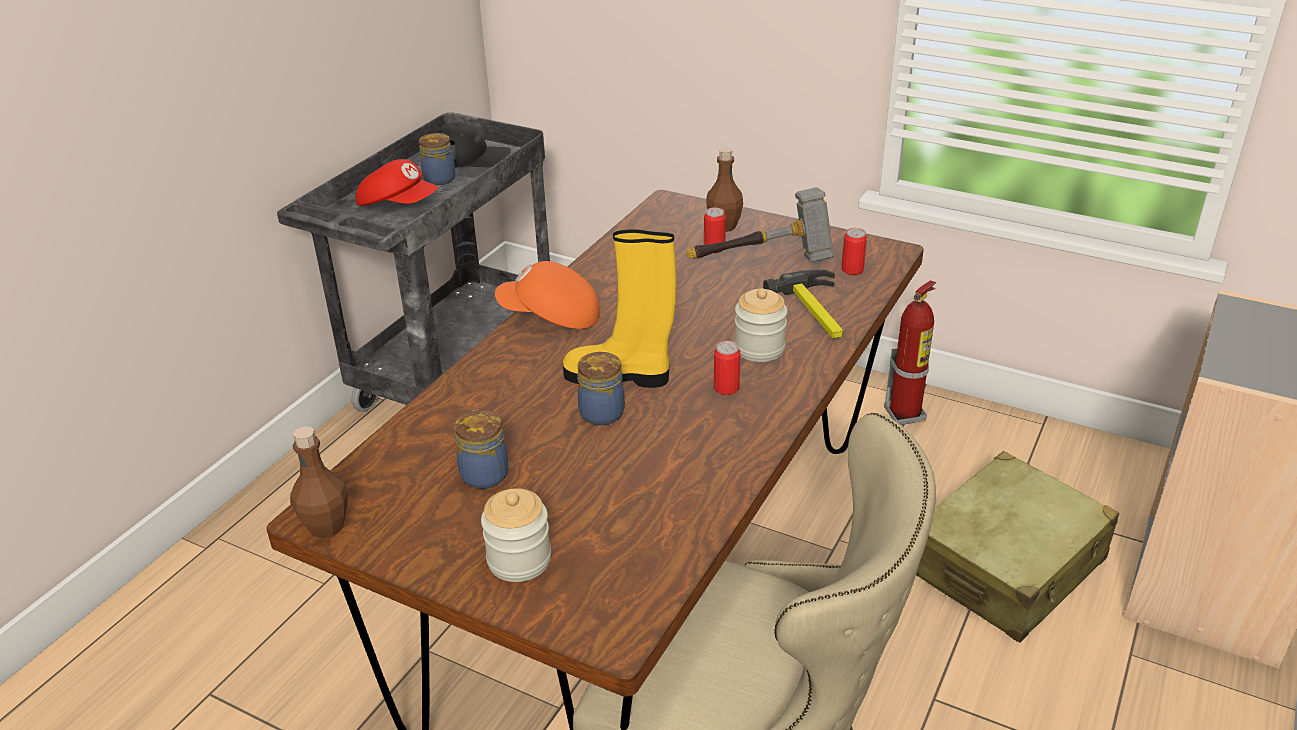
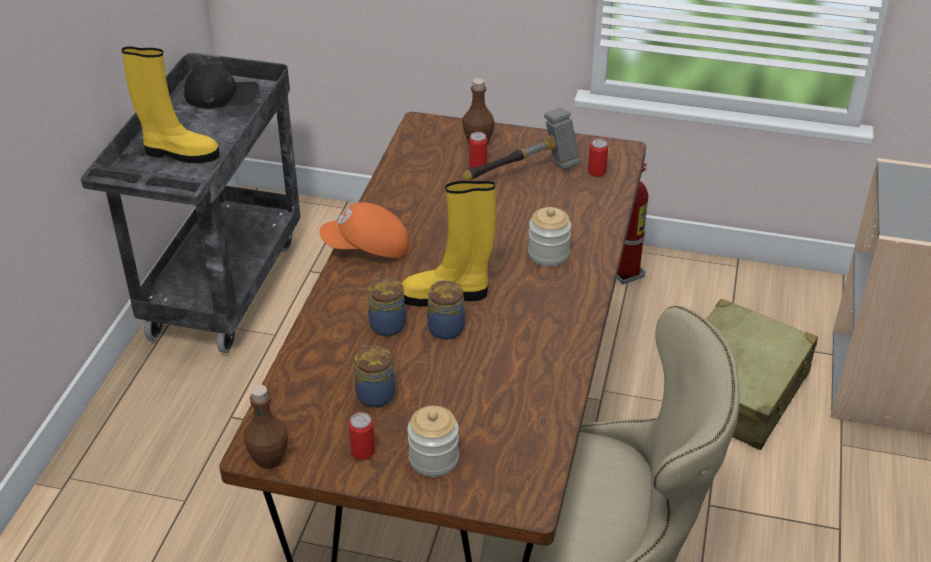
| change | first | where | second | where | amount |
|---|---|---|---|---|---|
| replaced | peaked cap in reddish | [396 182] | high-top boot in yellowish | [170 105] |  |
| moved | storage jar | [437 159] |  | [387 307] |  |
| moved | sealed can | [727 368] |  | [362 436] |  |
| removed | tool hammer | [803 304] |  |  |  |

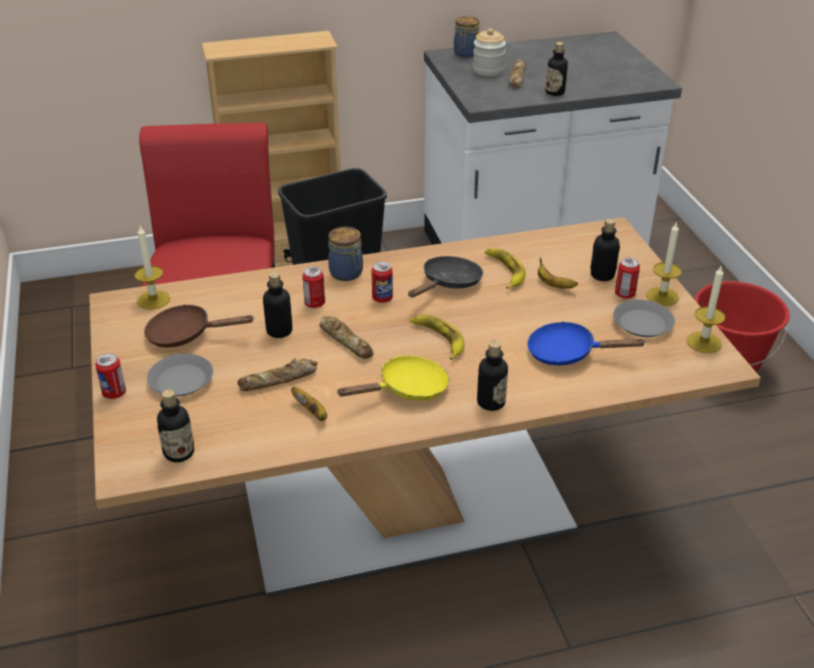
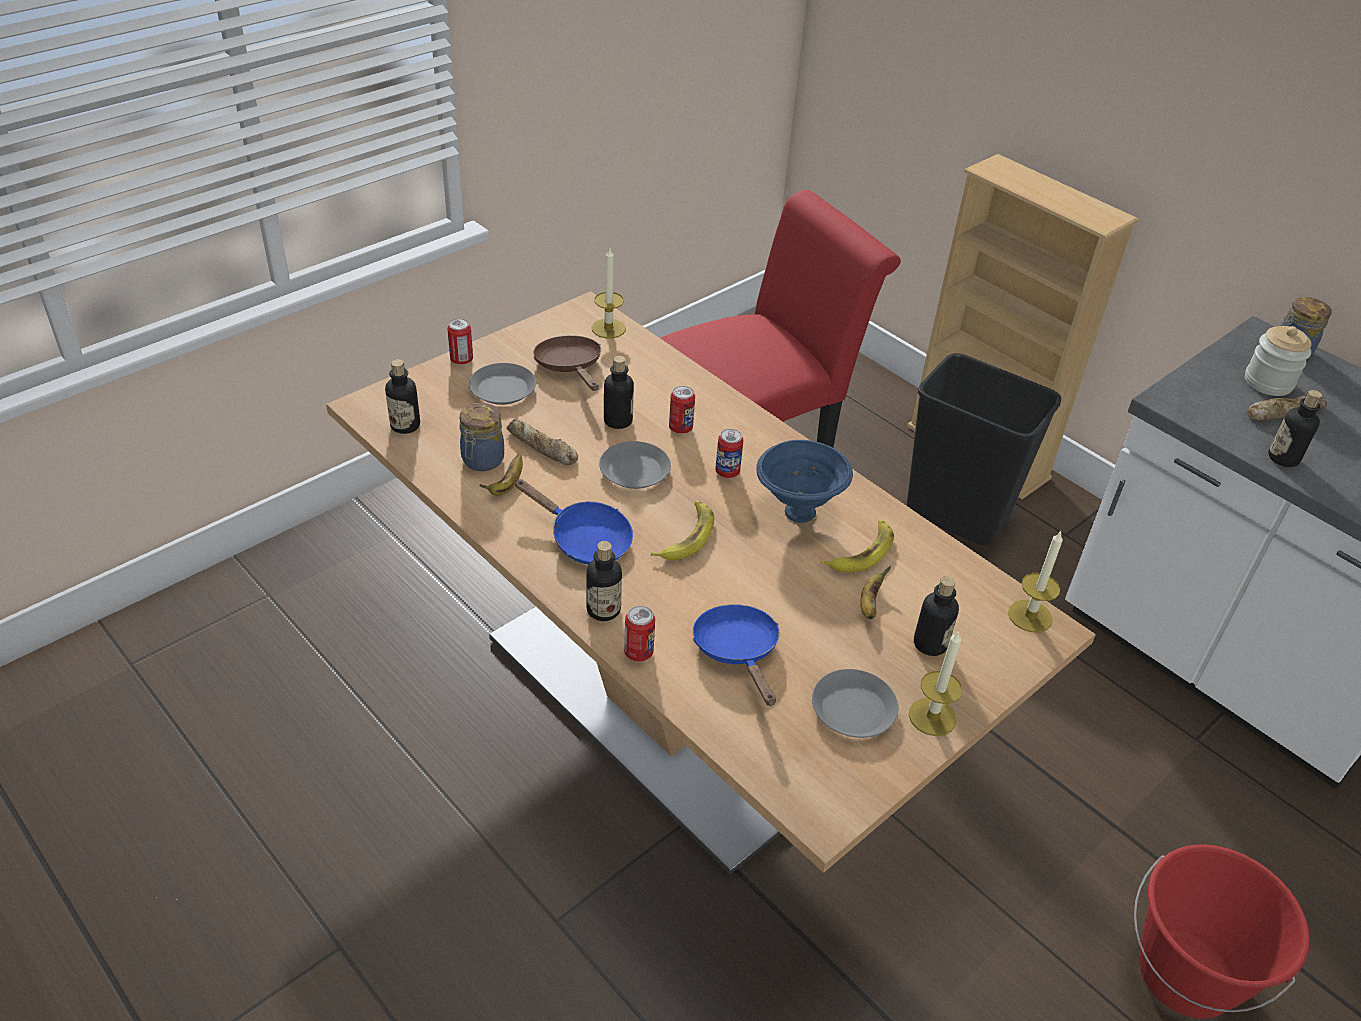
| change | first | where | second | where | amount |
|---|---|---|---|---|---|
| replaced | baked bread | [346 337] | dinner plate in gray | [635 465] |  |
| moved | storage jar | [345 254] |  | [481 437] |  |
| recoloured | pan in yellowish | [393 378] | pan in blue-coloured | [573 522] |  |
| replaced | pan in black-coloured | [445 277] | deep dish in blue-coloured | [804 481] |  |
| moved | sealed can | [627 278] |  | [639 633] |  |
| moved | wax light | [706 309] |  | [1035 581] |  |

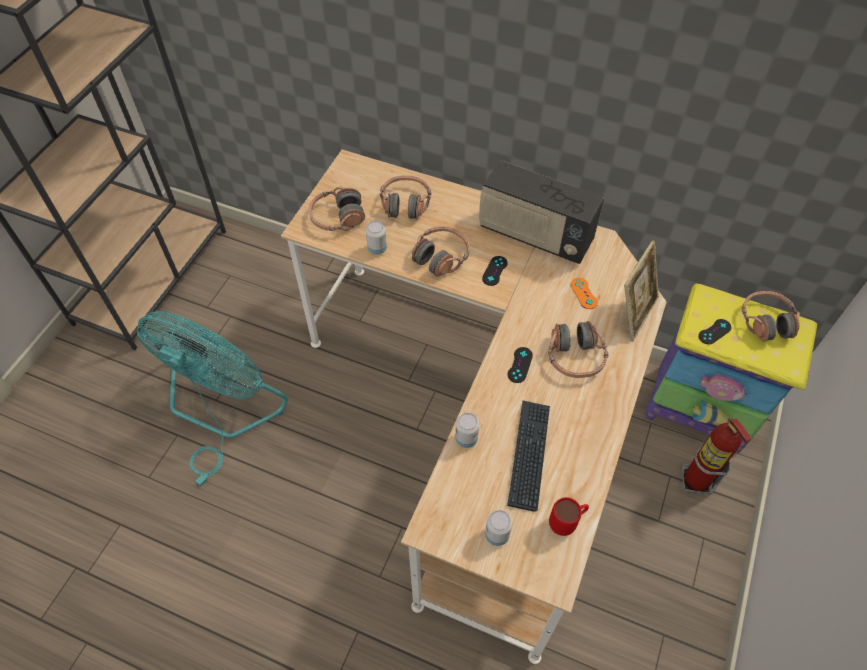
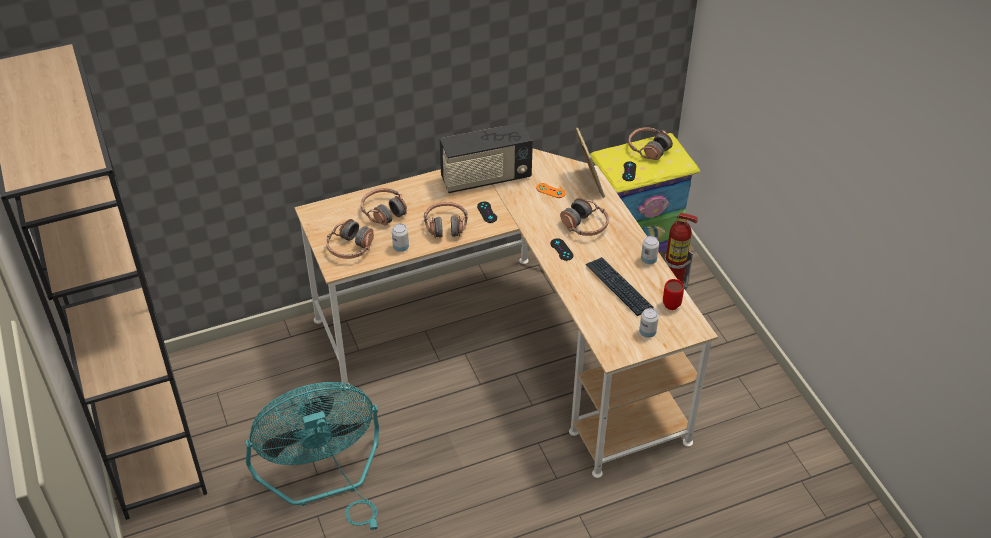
| change | first | where | second | where | amount |
|---|---|---|---|---|---|
| moved | sealed can | [467 430] |  | [650 250] |  |

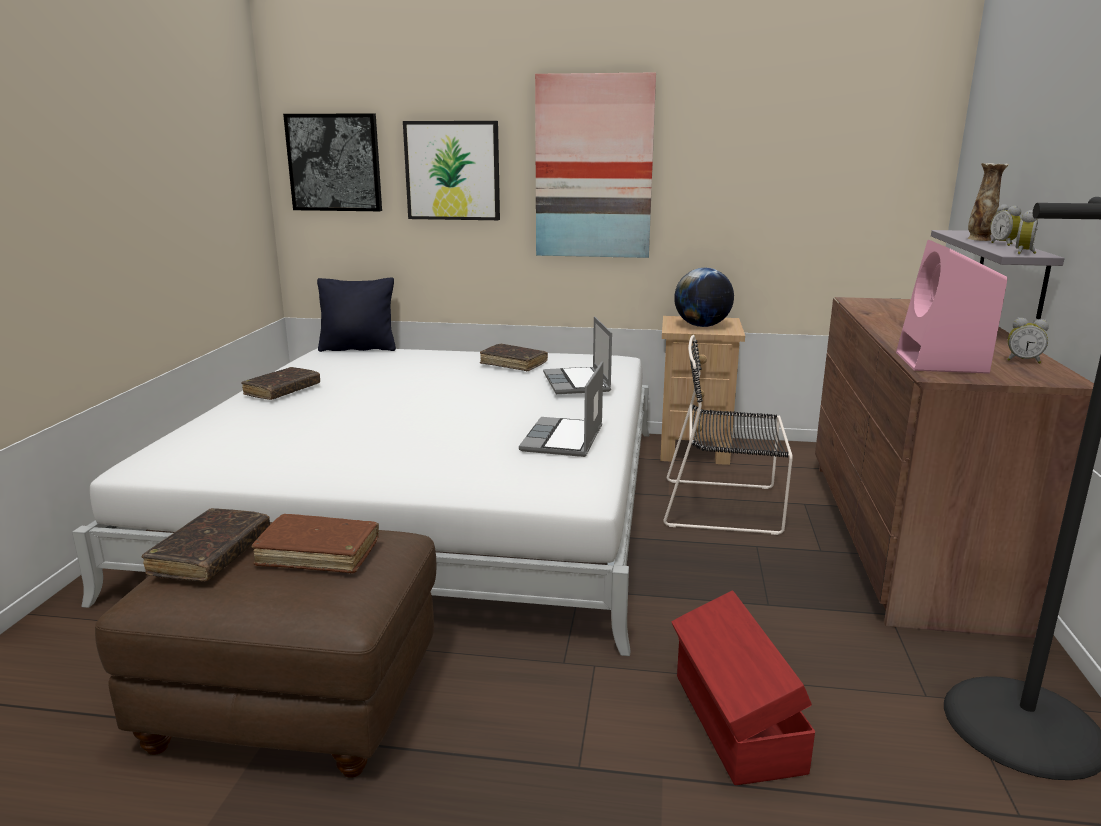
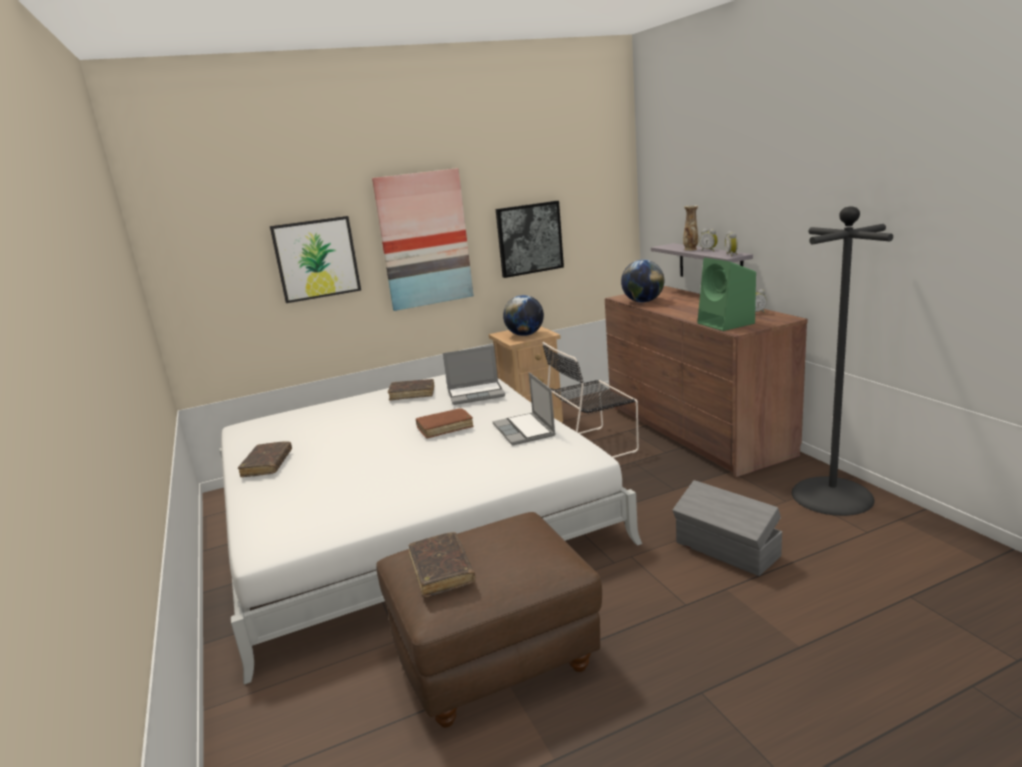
| change | first | where | second | where | amount |
|---|---|---|---|---|---|
| moved | bound book in brownish | [315 543] |  | [444 423] |  |
| moved | wall art | [332 162] |  | [530 239] |  |
| removed | pillow in black-coloured | [356 315] |  |  |  |
| turned | laptop | [577 355] |  | [474 375] | 60 degrees counterclockwise |
| recoloured | storage box in reddish | [743 687] | storage box in gray | [727 528] |  |
| recoloured | speaker in pink | [951 307] | speaker in greenish | [726 294] |  |
| added |  |  | world globe | [642 281] |  |

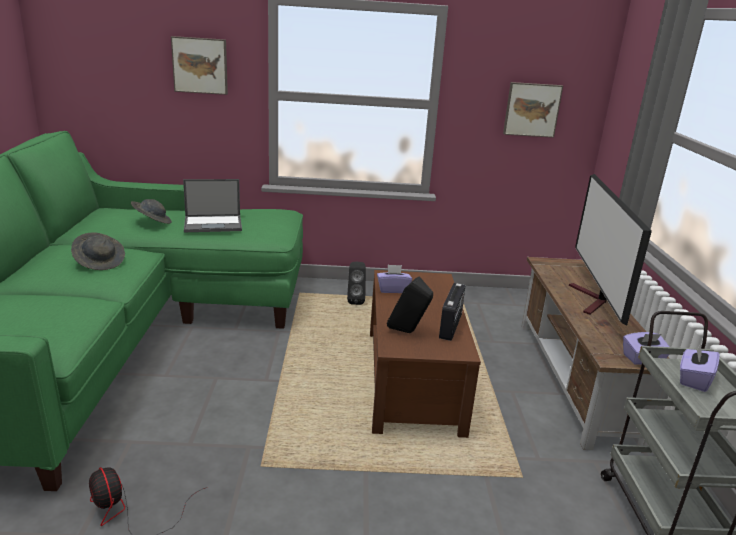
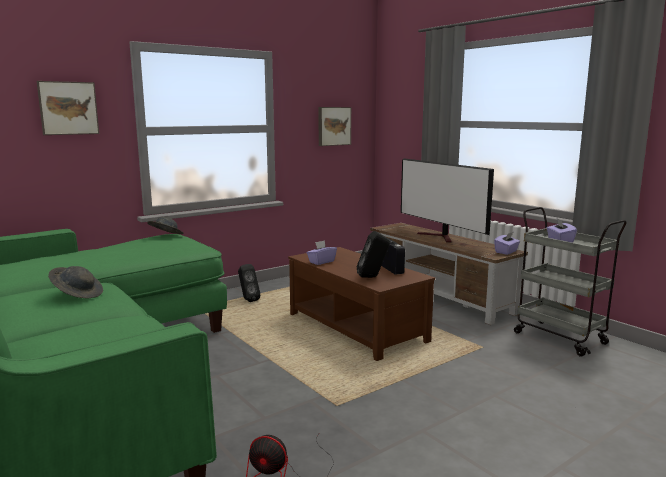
| change | first | where | second | where | amount |
|---|---|---|---|---|---|
| moved | wearable hat in gray | [151 211] |  | [165 225] |  |
| removed | laptop | [212 205] |  |  |  |

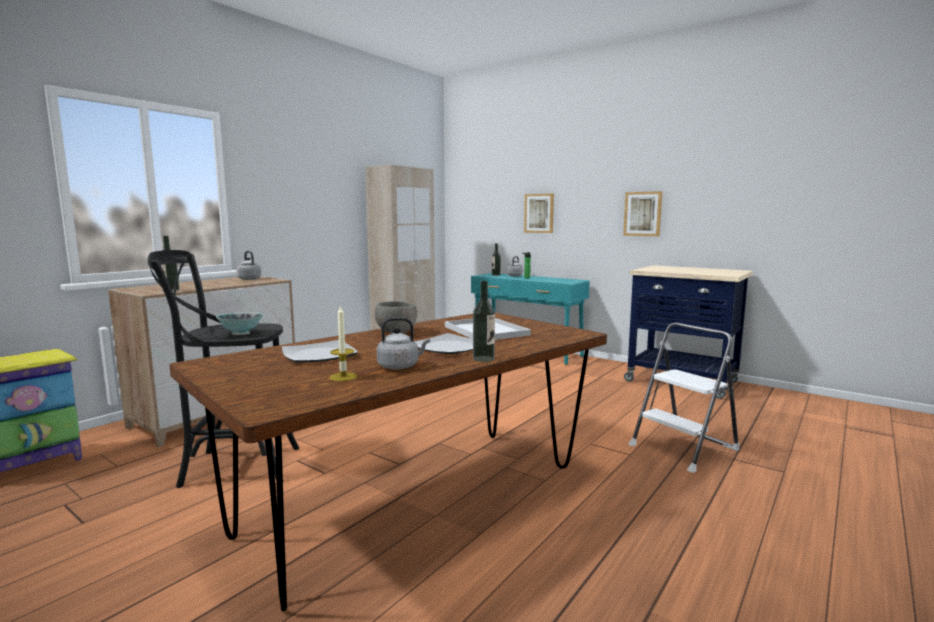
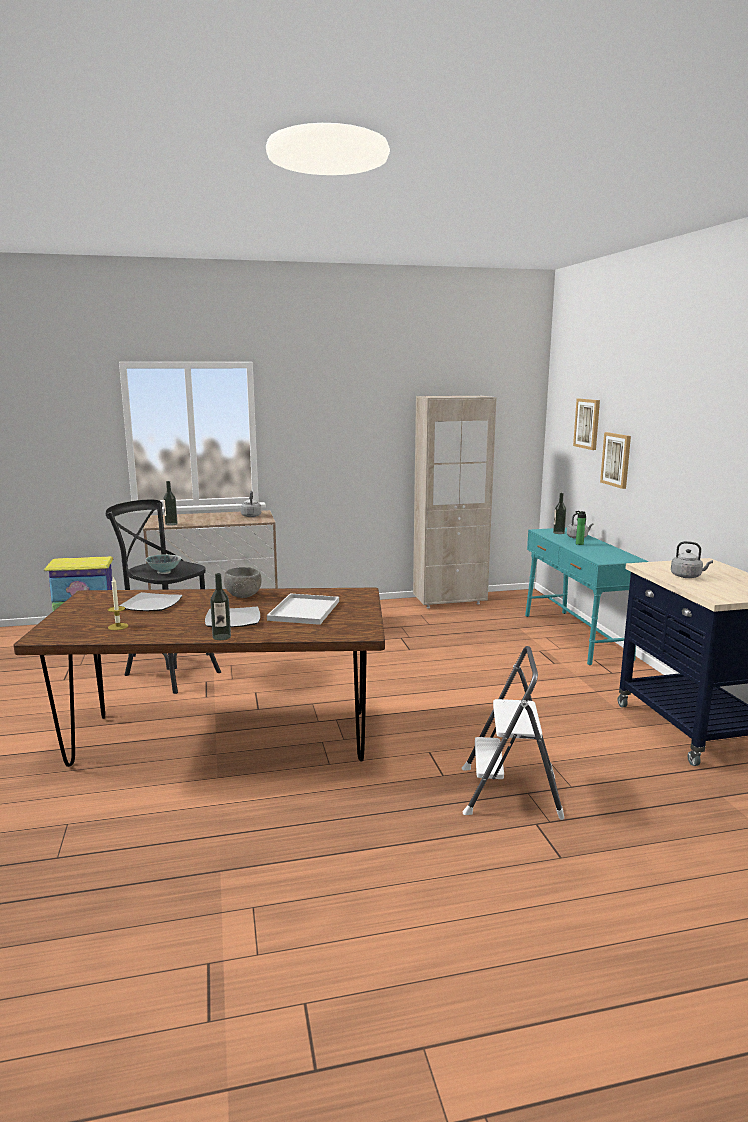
| change | first | where | second | where | amount |
|---|---|---|---|---|---|
| moved | kettle in gray | [403 343] |  | [692 559] |  |
| moved | wall art | [642 213] |  | [586 424] |  |

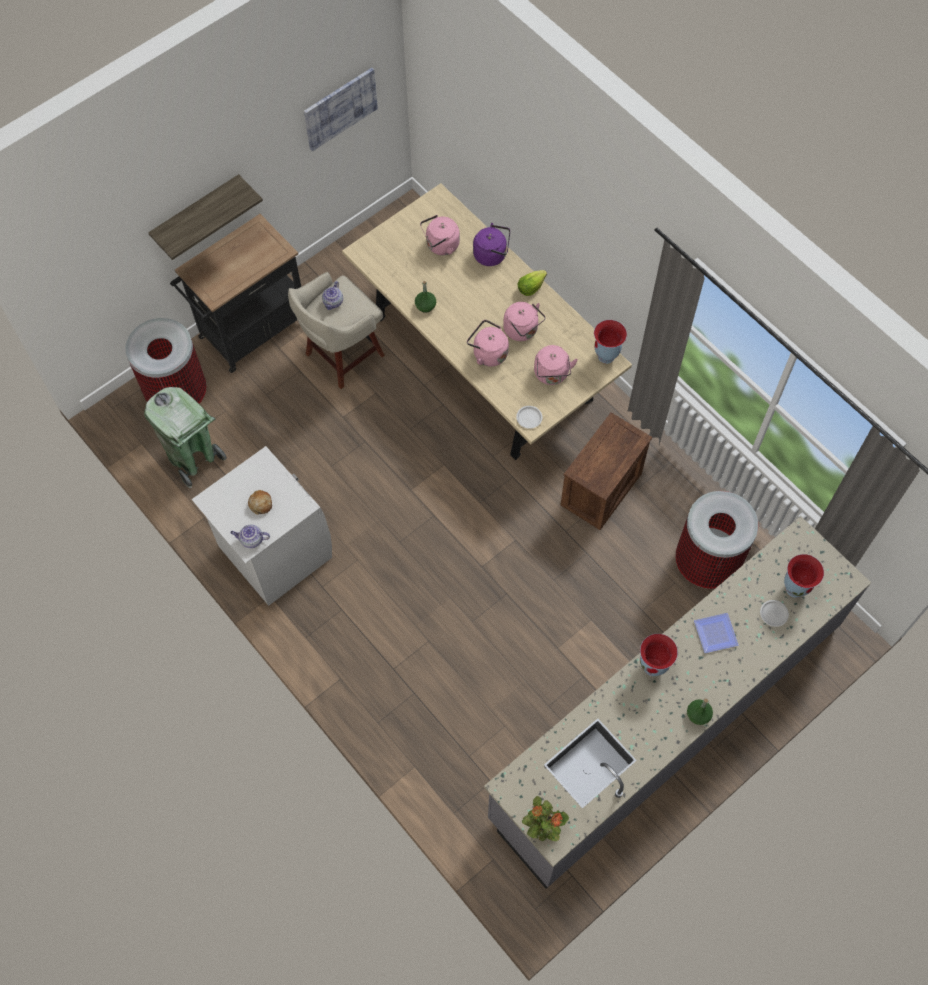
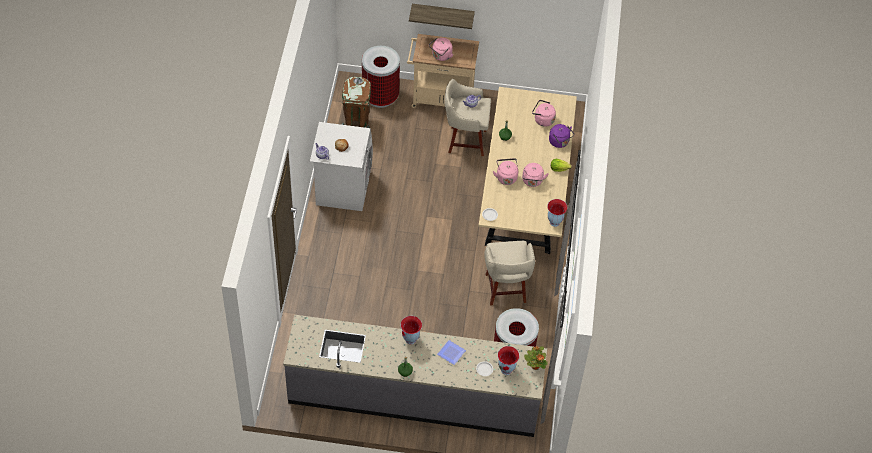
| change | first | where | second | where | amount |
|---|---|---|---|---|---|
| recoloured | rubbish bin in greenish | [185 437] | rubbish bin in brownish | [356 102] |  |
| recoloured | cart in black-coloured | [235 293] | cart in sand-coloured | [443 71] |  |
| removed | wall art | [341 109] |  |  |  |
| moved | houseplant | [545 818] |  | [536 358] |  |
| moved | kettle in pink | [556 365] |  | [441 49] |  |
| replaced | shipping crate | [606 471] | sitting stool in sand-coloured | [509 273] |  |

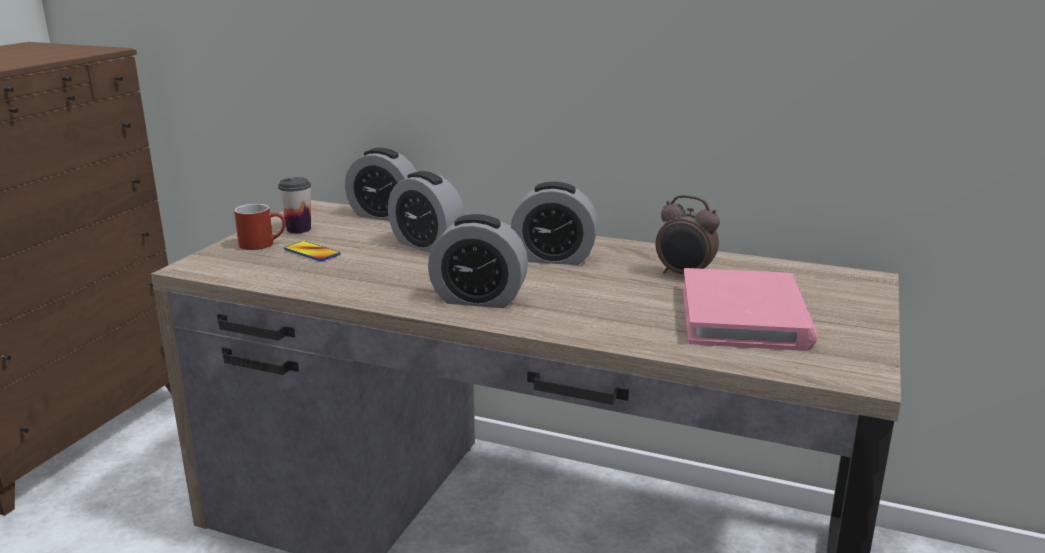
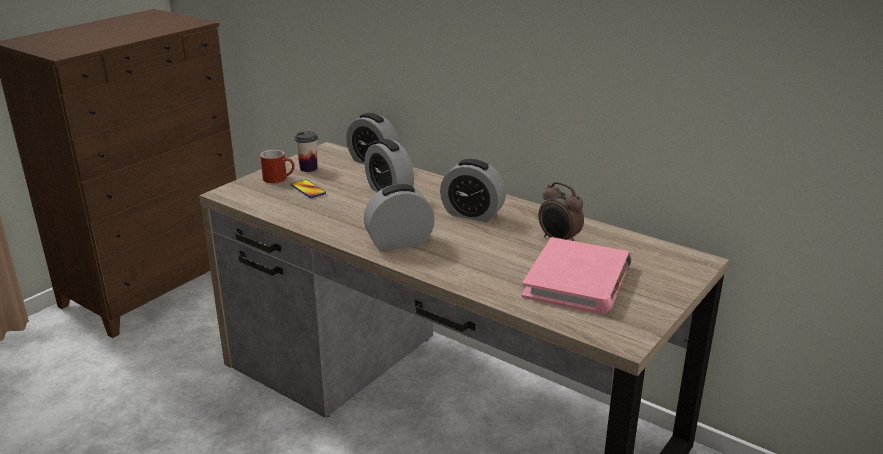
| change | first | where | second | where | amount |
|---|---|---|---|---|---|
| turned | bedside clock | [478 261] |  | [399 217] | 135 degrees clockwise |

